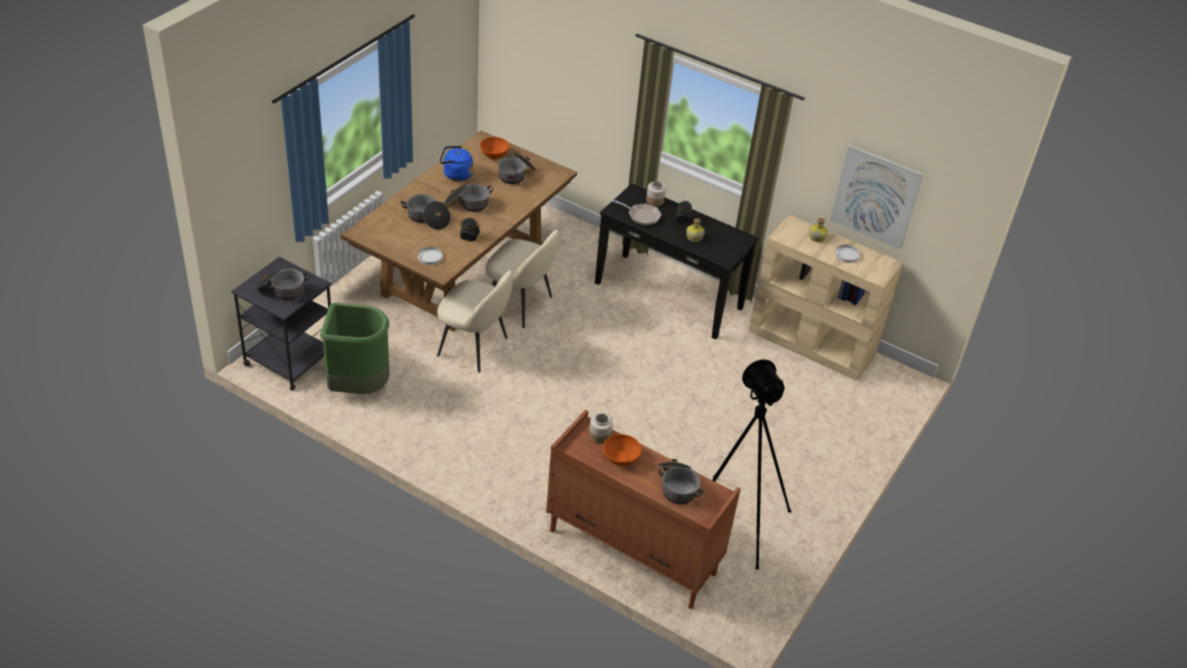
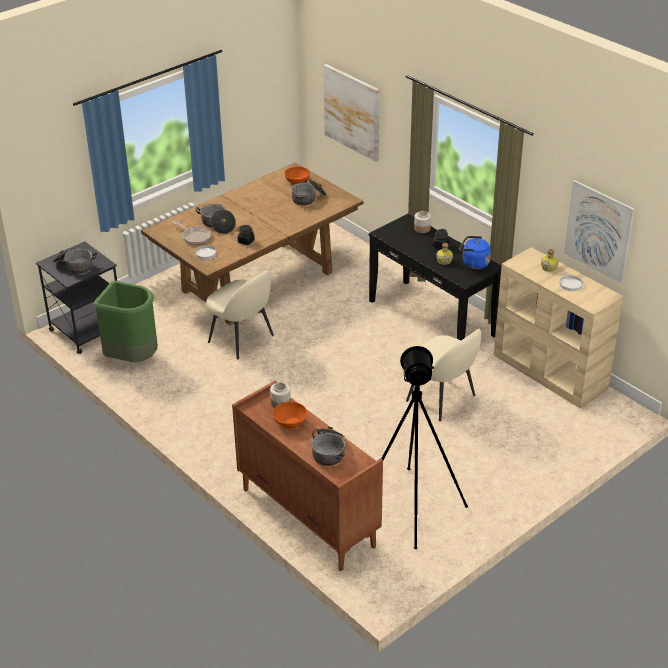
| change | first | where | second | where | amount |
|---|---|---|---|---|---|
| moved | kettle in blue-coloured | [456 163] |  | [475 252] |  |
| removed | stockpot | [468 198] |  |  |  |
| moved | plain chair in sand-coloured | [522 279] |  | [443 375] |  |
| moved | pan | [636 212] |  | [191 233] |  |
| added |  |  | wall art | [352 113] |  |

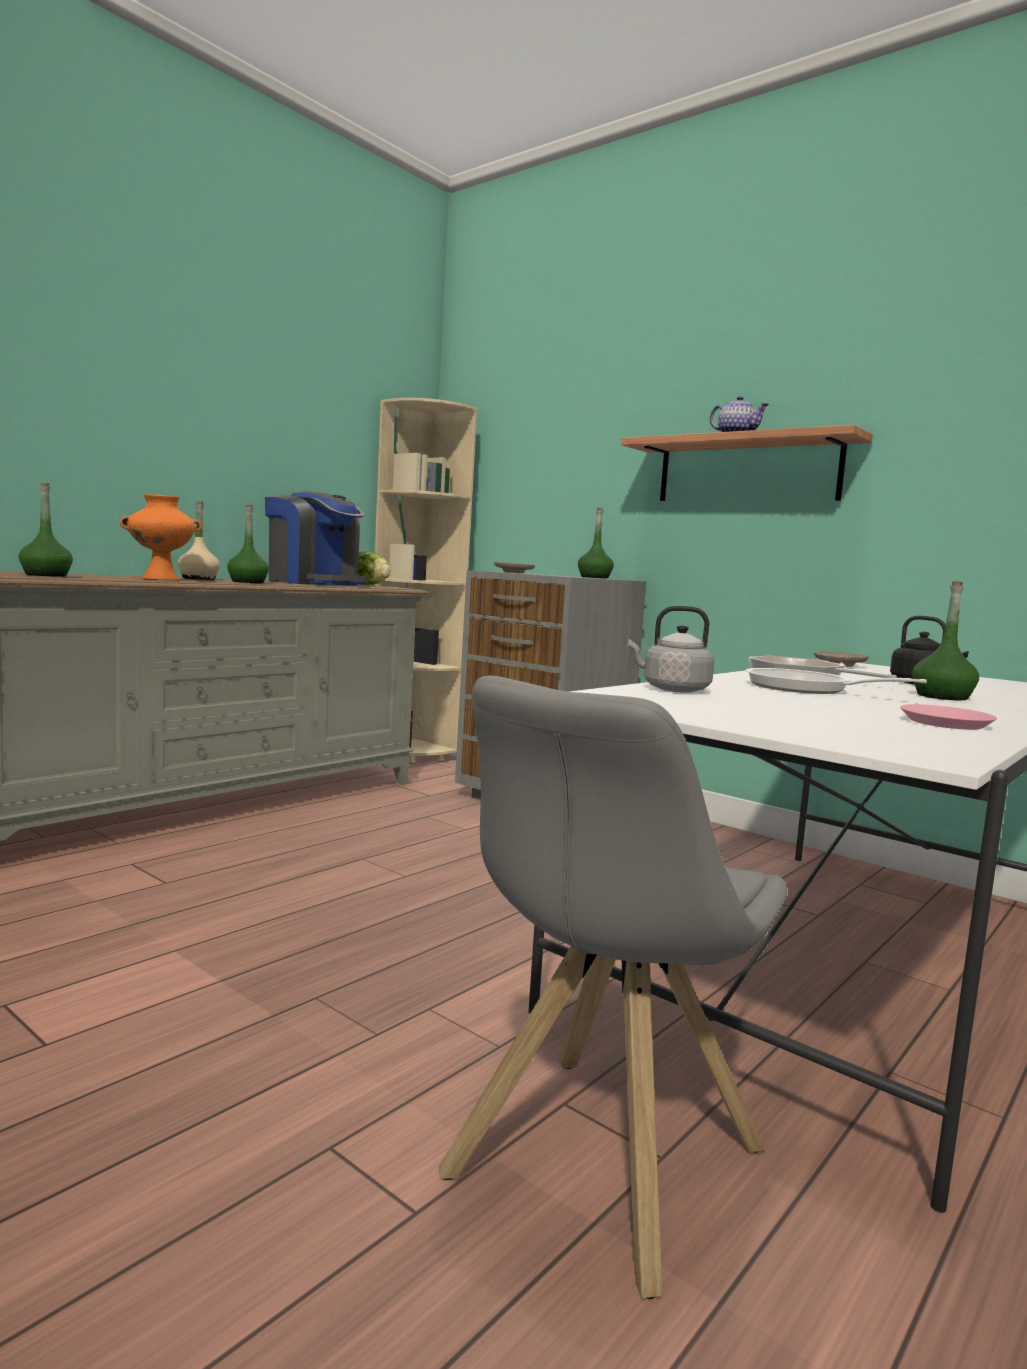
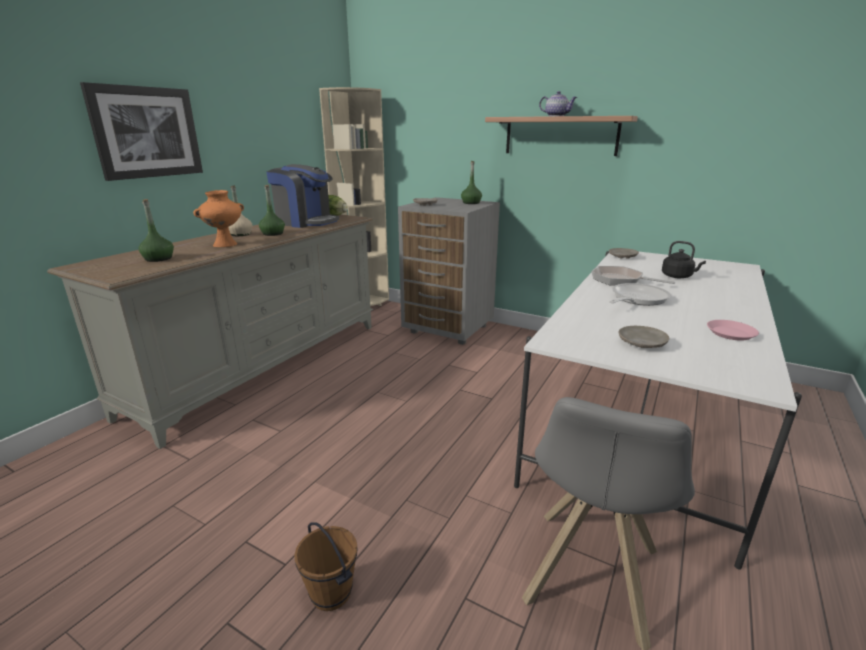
| change | first | where | second | where | amount |
|---|---|---|---|---|---|
| removed | kettle in gray | [671 649] |  |  |  |
| turned | pan | [836 681] |  | [640 294] | 105 degrees clockwise |
| removed | bottle in greenish | [945 641] |  |  |  |
| added |  |  | wall art | [141 131] |  |
| added |  |  | bucket in brownish | [326 566] |  |
| added |  |  | dinner plate in sand-coloured | [644 337] |  |

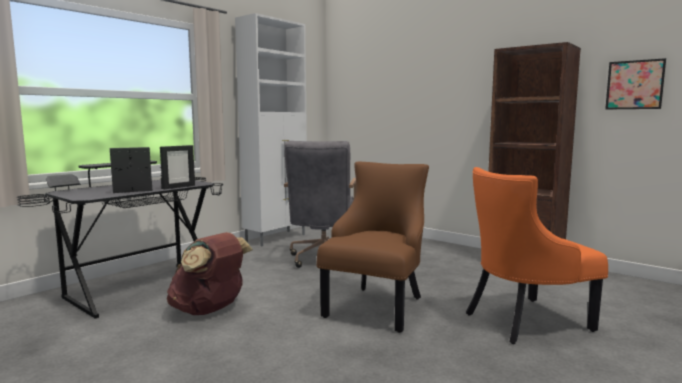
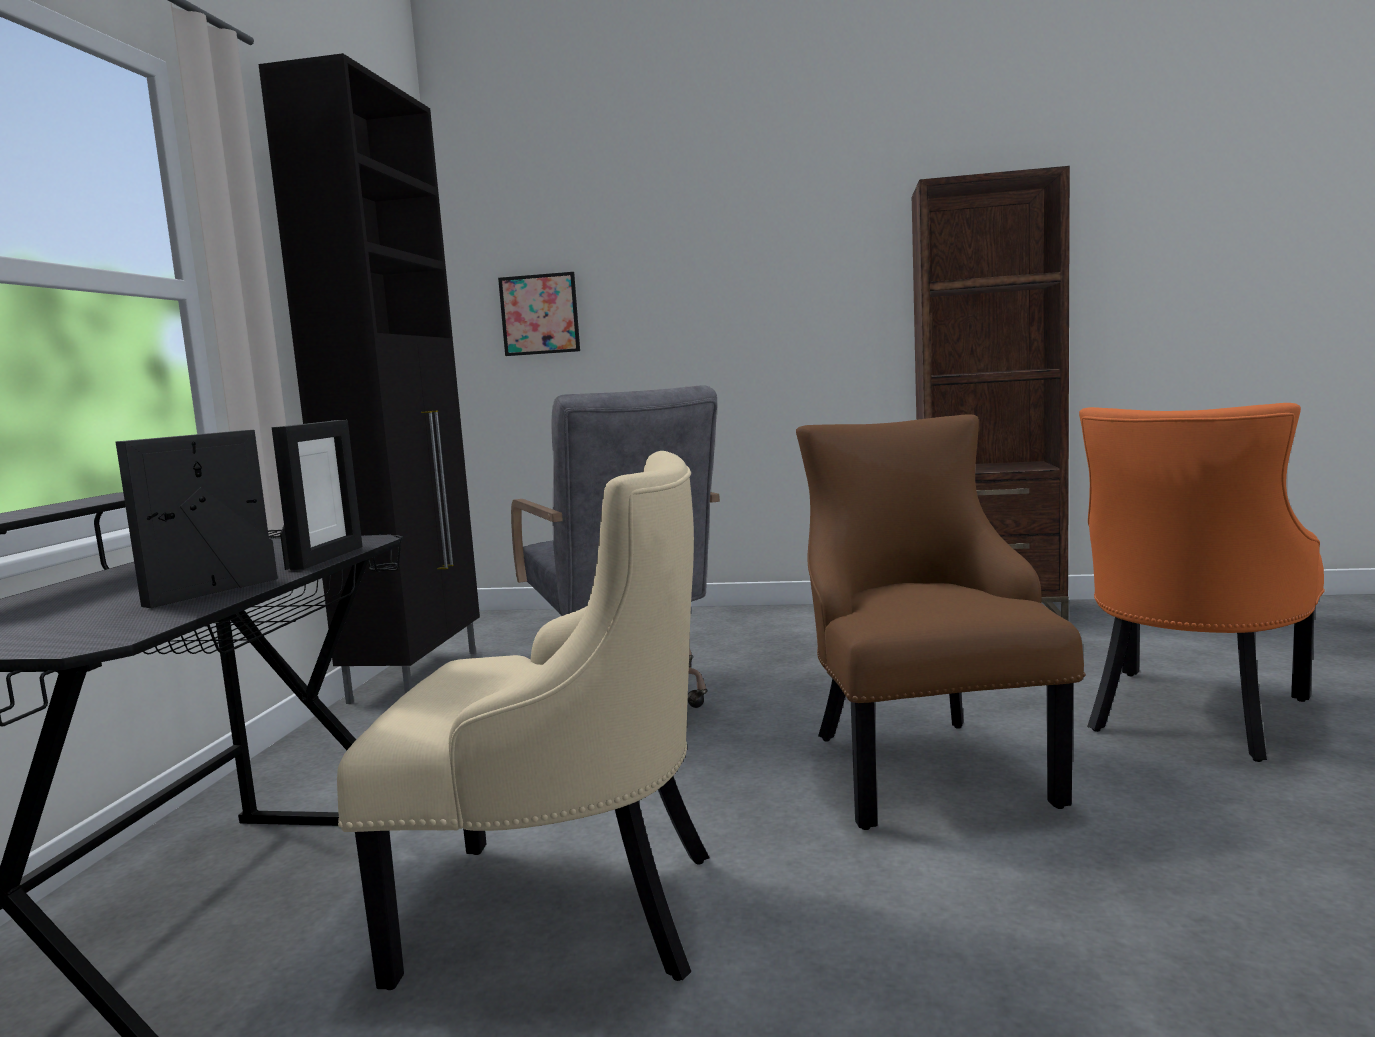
| change | first | where | second | where | amount |
|---|---|---|---|---|---|
| replaced | rucksack in brownish | [210 273] | plain chair in sand-coloured | [523 720] |  |
| recoloured | cabinet in white | [271 130] | cabinet in black-coloured | [369 378] |  |
| moved | wall art | [635 83] |  | [539 314] |  |

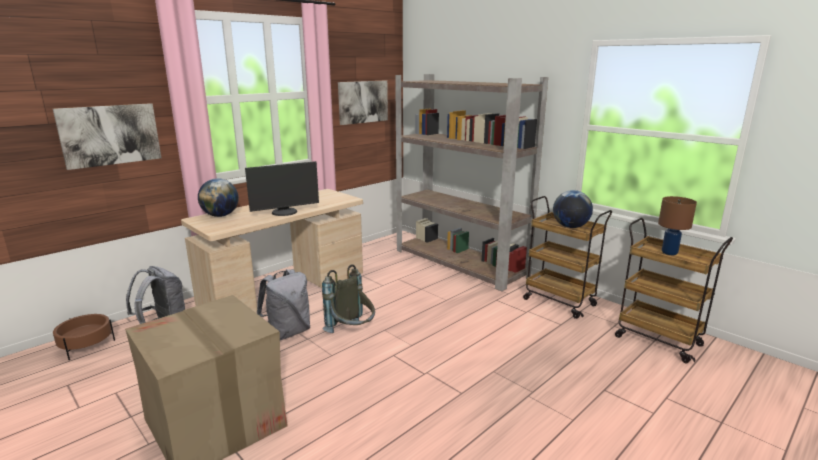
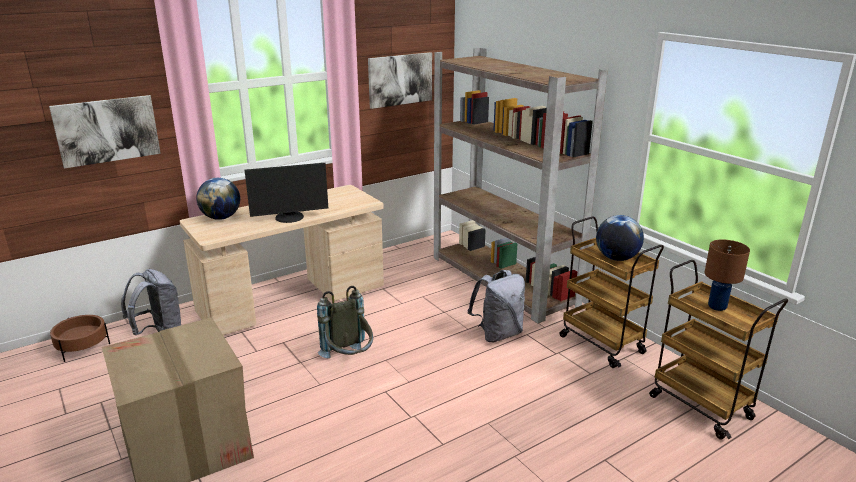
| change | first | where | second | where | amount |
|---|---|---|---|---|---|
| moved | rucksack in gray | [284 304] |  | [496 306] |  |

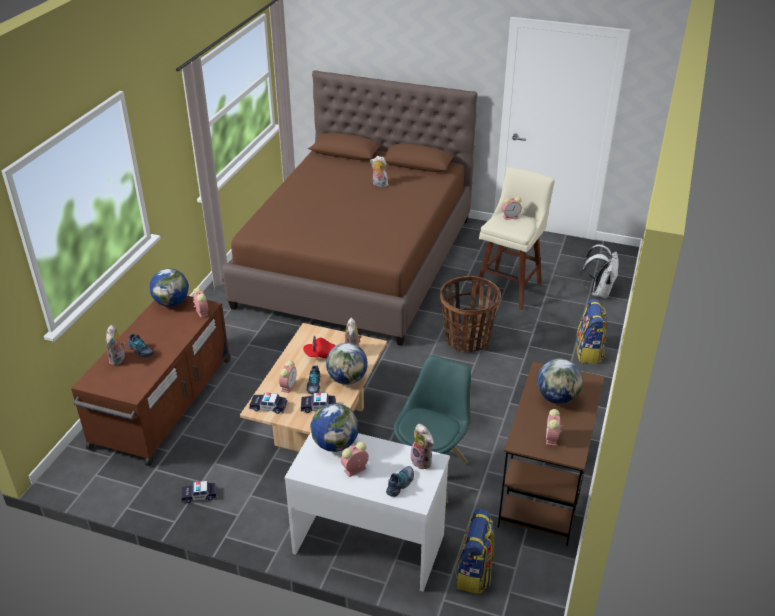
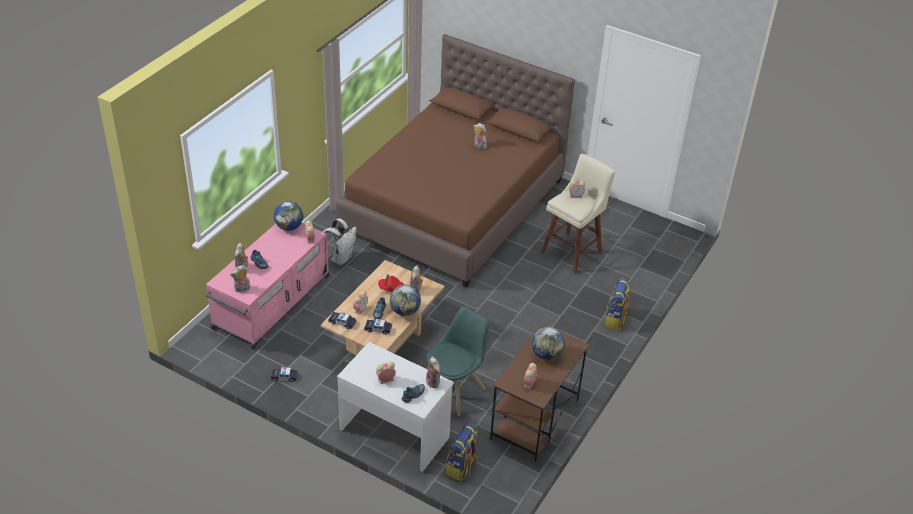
| change | first | where | second | where | amount |
|---|---|---|---|---|---|
| recoloured | cabinet in brownish | [150 381] | cabinet in pink | [268 286] |  |
| removed | world globe | [334 427] |  |  |  |
| removed | household basket | [470 314] |  |  |  |
| moved | rucksack in white | [599 271] |  | [340 241] |  |
| added |  |  | cuddly toy | [240 279] |  |

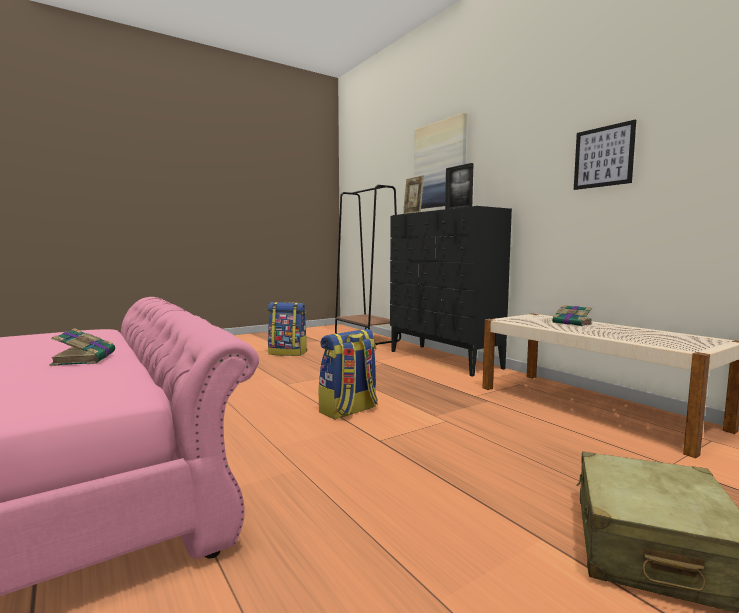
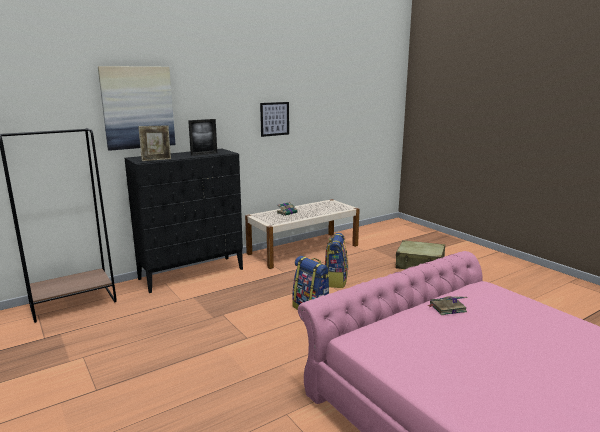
| change | first | where | second | where | amount |
|---|---|---|---|---|---|
| moved | rucksack | [287 329] |  | [336 260] |  |

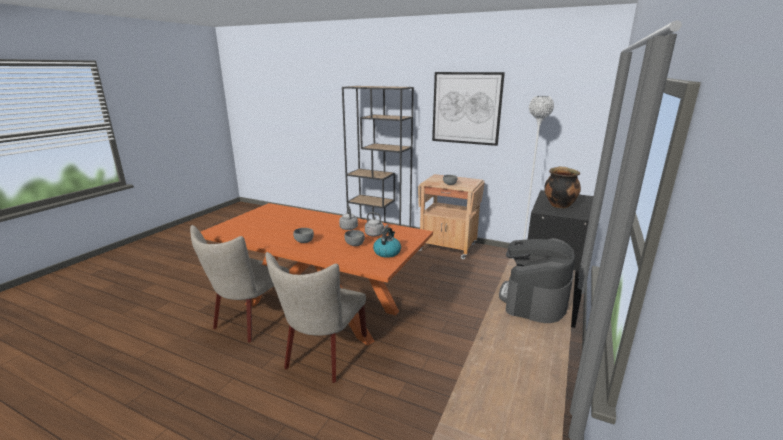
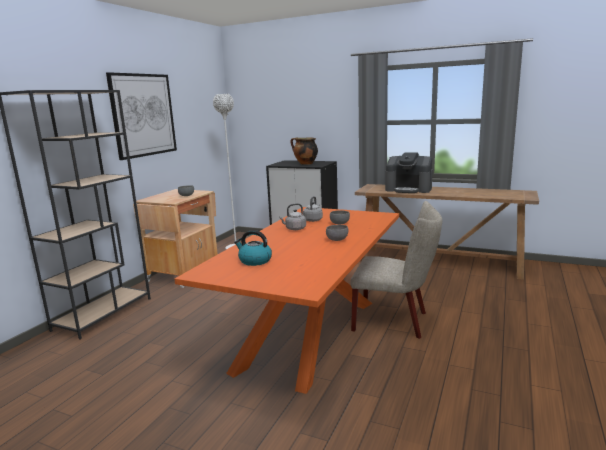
| change | first | where | second | where | amount |
|---|---|---|---|---|---|
| removed | plain chair in sand-coloured | [239 283] |  |  |  |
| moved | kettle | [387 242] |  | [253 248] |  |

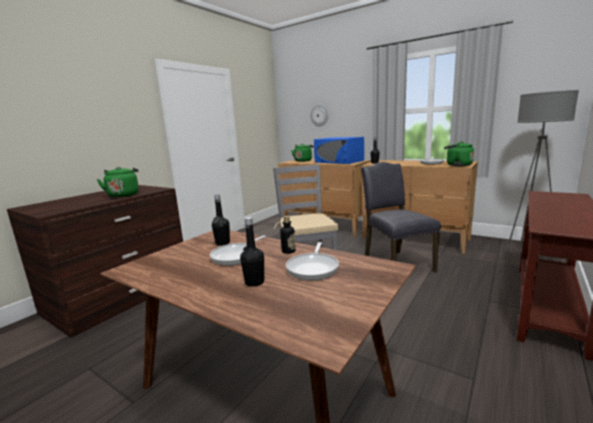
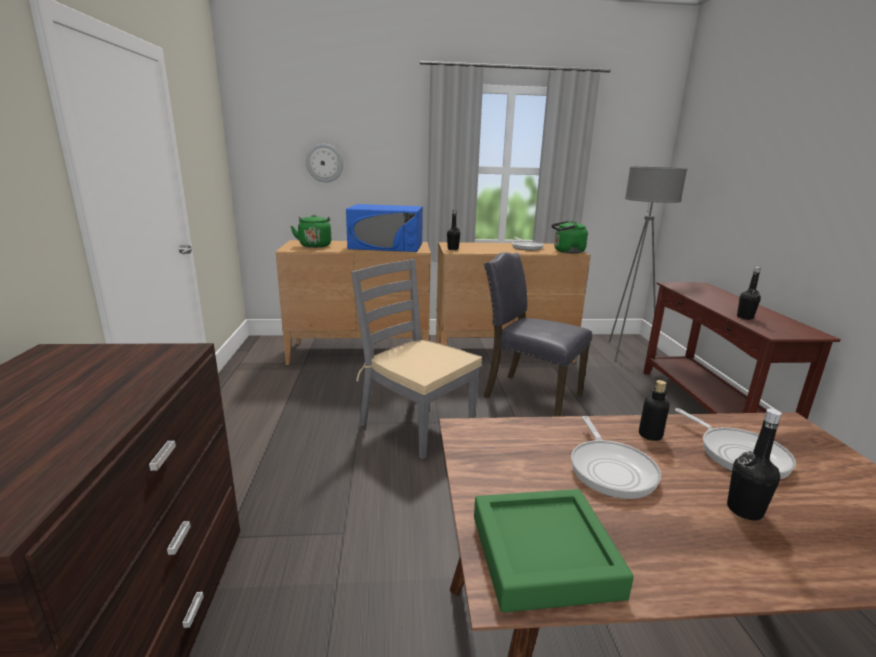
| change | first | where | second | where | amount |
|---|---|---|---|---|---|
| removed | kettle in greenish | [118 182] |  |  |  |
| moved | bottle in black-coloured | [221 220] |  | [749 293] |  |
| added |  |  | tray in greenish | [554 551] |  |

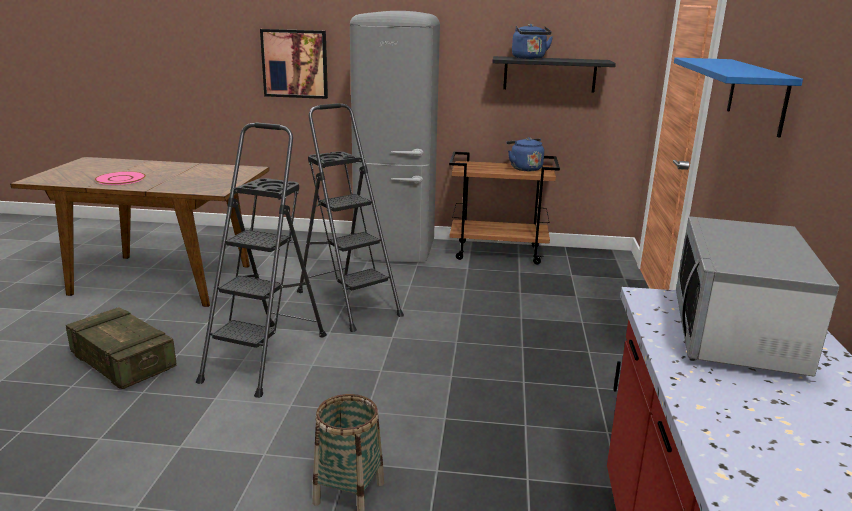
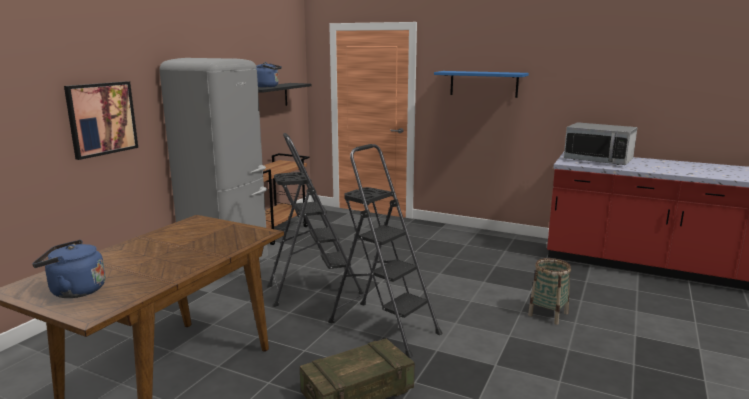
| change | first | where | second | where | amount |
|---|---|---|---|---|---|
| removed | dinner plate in pink | [120 178] |  |  |  |
| moved | kettle in blue-coloured | [525 154] |  | [68 269] |  |

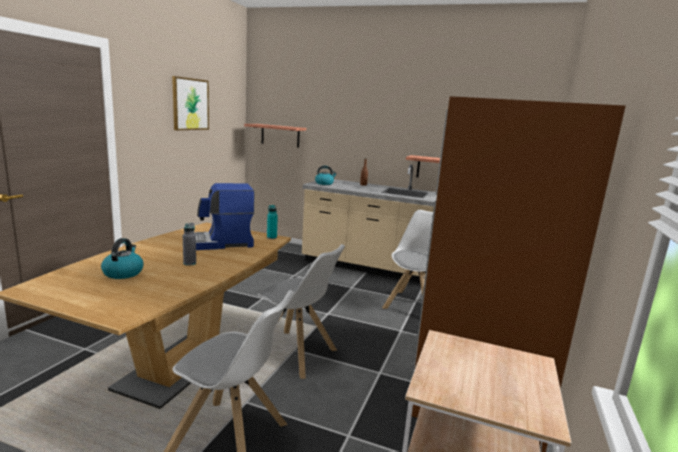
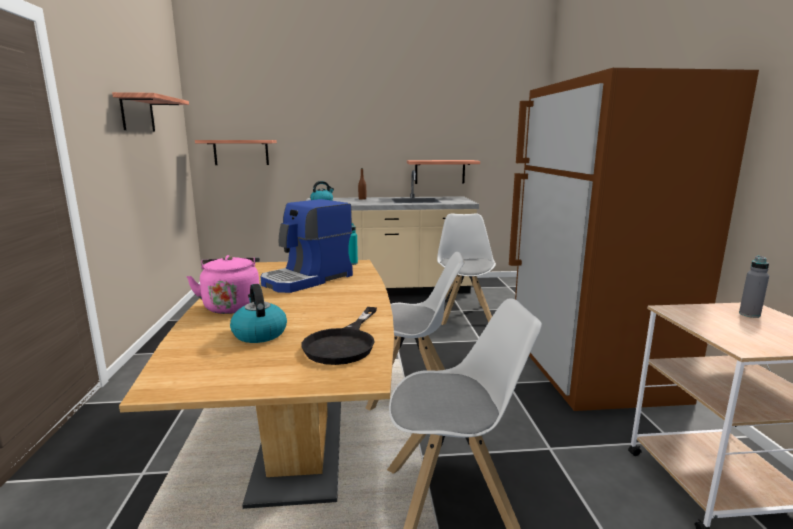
| change | first | where | second | where | amount |
|---|---|---|---|---|---|
| replaced | wall art | [190 103] | shelf | [150 111] |  |
| moved | bottle in gray | [189 244] |  | [754 287] |  |
| added |  |  | kettle in pink | [223 284] |  |
| added |  |  | pan in black-coloured | [339 336] |  |

